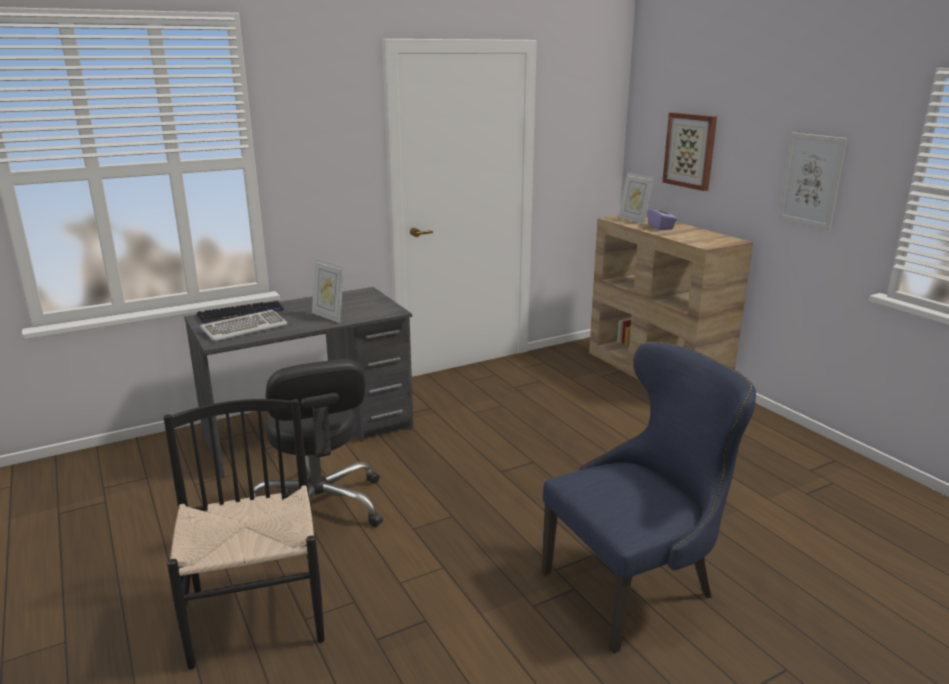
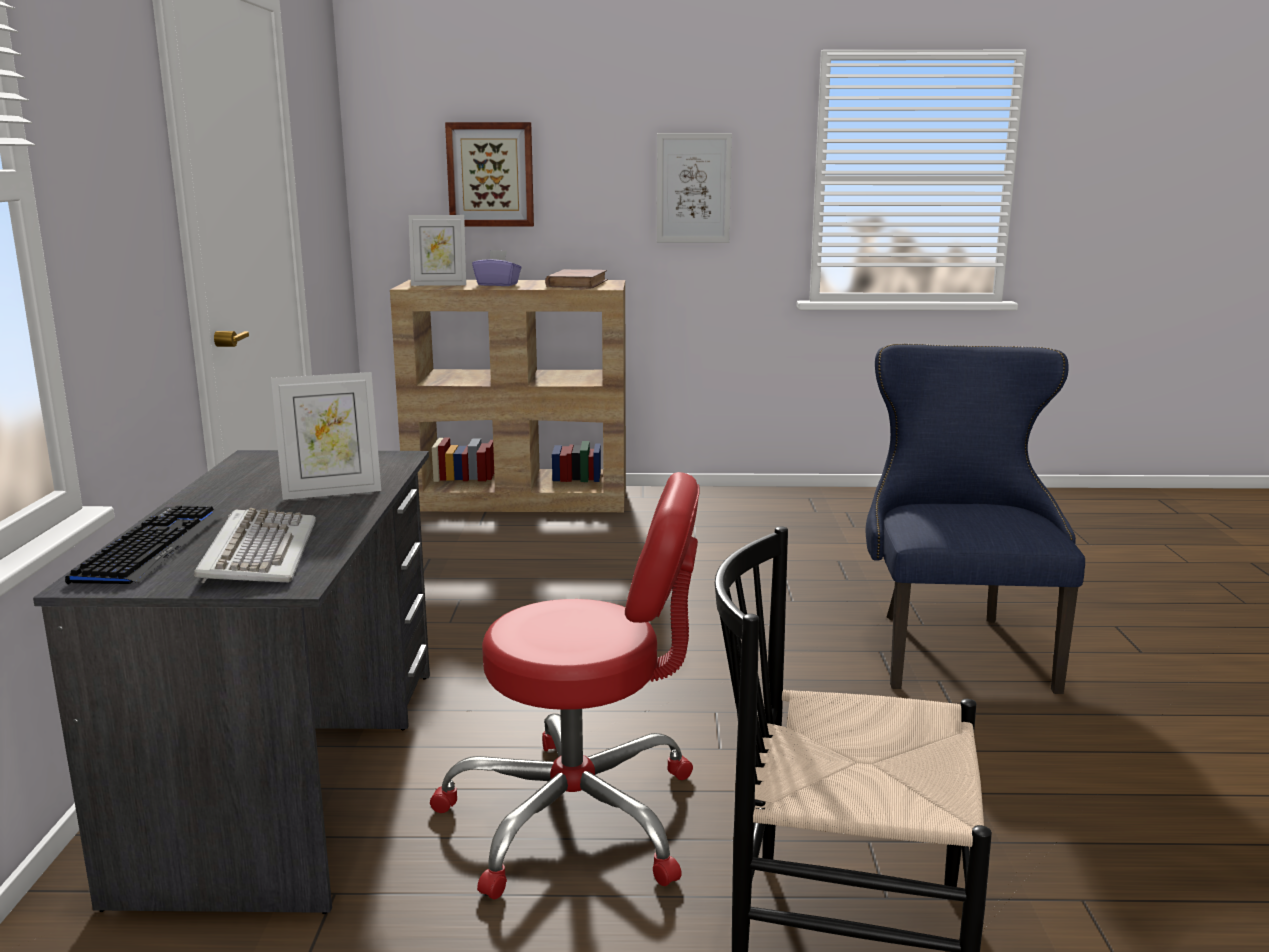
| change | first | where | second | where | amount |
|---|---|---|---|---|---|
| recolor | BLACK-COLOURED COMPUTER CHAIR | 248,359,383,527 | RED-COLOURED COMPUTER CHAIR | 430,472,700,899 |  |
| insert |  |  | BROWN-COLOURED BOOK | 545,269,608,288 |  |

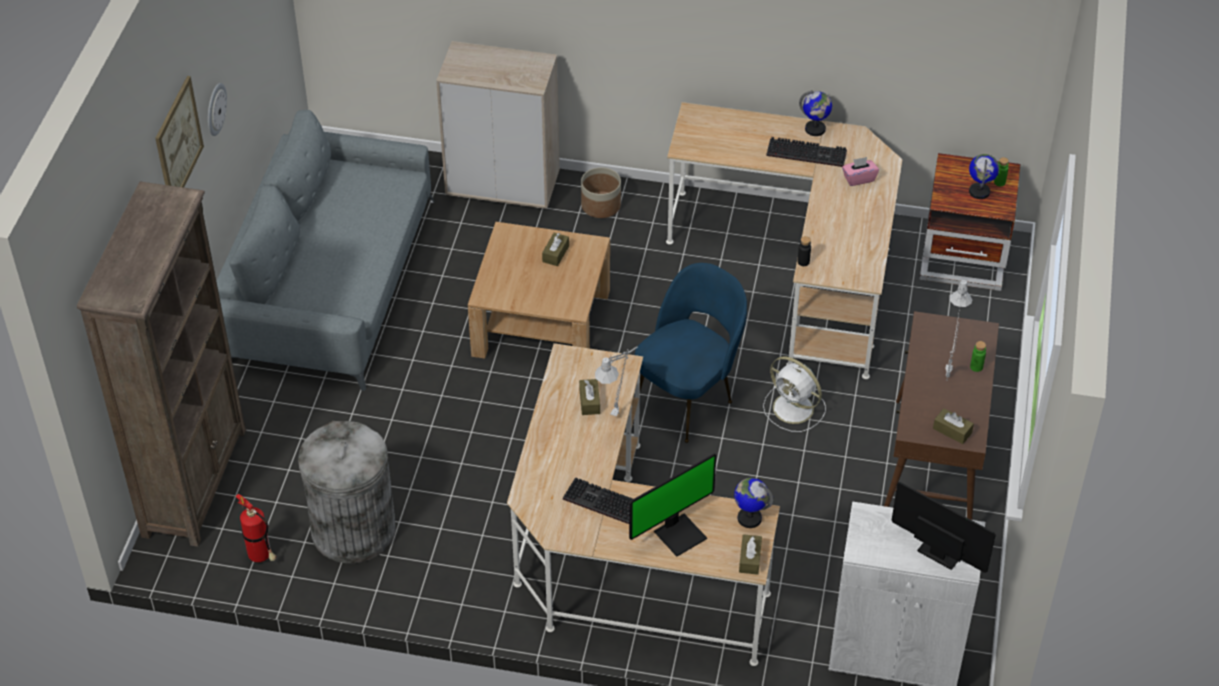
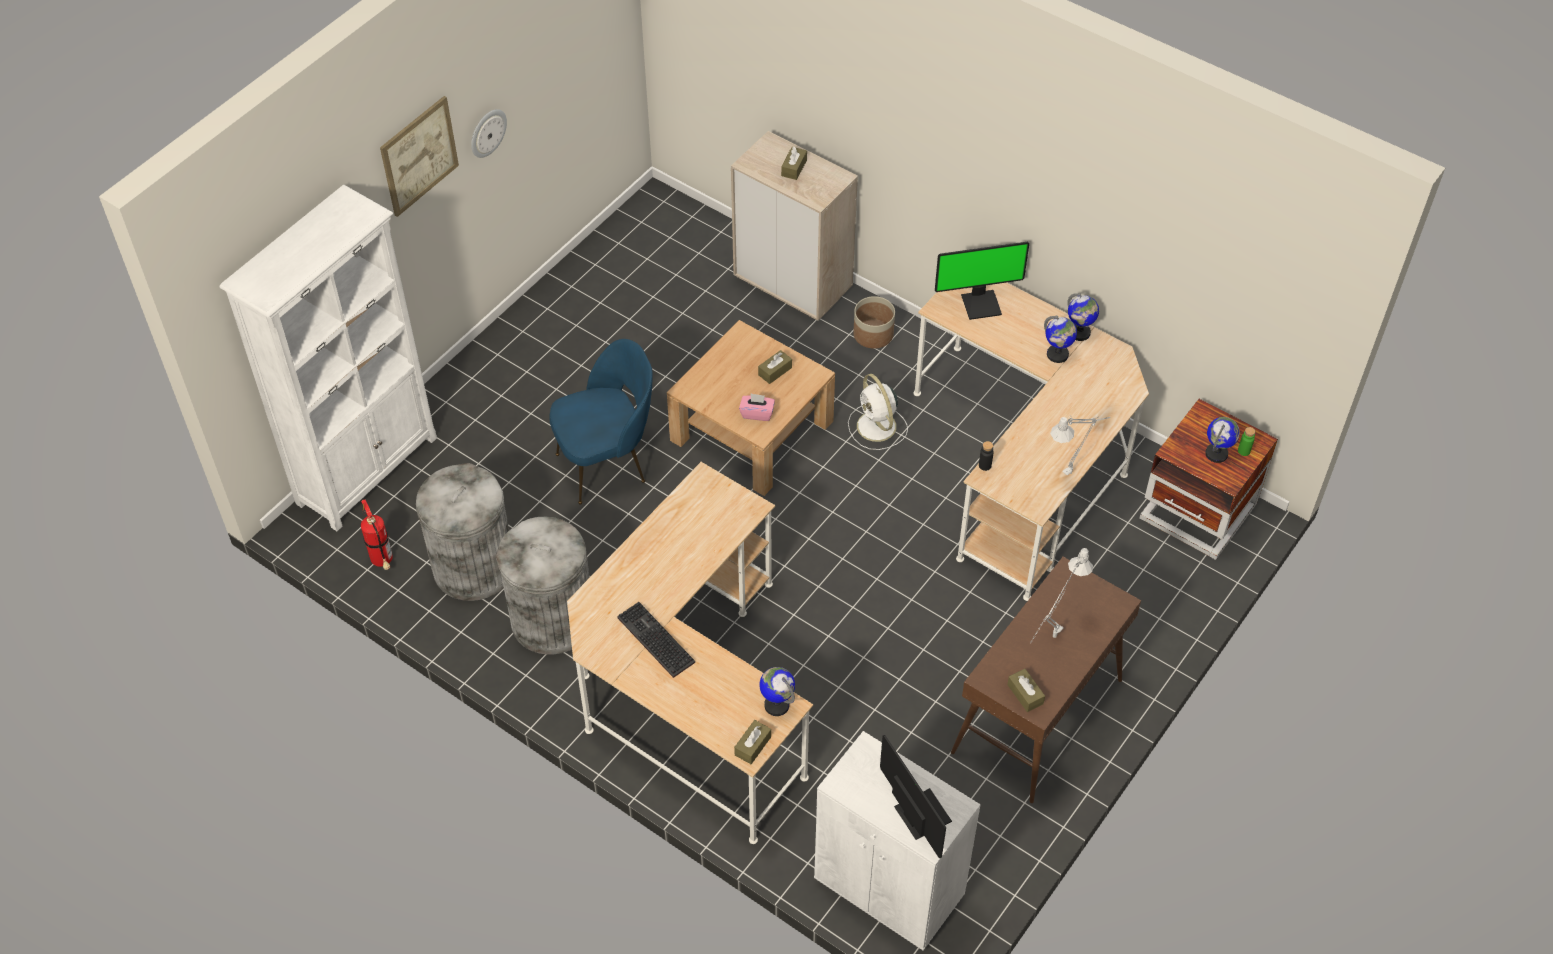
| change | first | where | second | where | amount |
|---|---|---|---|---|---|
| delete | GREY SOFA | 216,110,435,391 |  |  |  |
| replace | PC KEYBOARD | 766,137,847,167 | DESK GLOBE | 1044,316,1077,363 |  |
| move | PINKISH TISSUE BOX | 842,157,879,186 |  | 739,393,775,421 |  |
| recolor | BROWN-COLOURED BOOKCASE | 77,182,246,547 | WHITE BOOKCASE | 220,185,437,531 |  |
| move | BLUE UPRIGHT CHAIR | 635,263,747,443 |  | 549,339,653,505 |  |
| delete | GREEN-COLOURED BOTTLE | 970,341,986,372 |  |  |  |
| move | GREY TABLETOP LAMP | 595,346,637,416 |  | 1050,415,1110,476 |  |
| move | WHITE FAN | 763,357,826,432 |  | 848,374,908,450 |  |
| move | BROWN-COLOURED TISSUE BOX | 579,379,600,415 |  | 781,147,807,180 |  |
| move | MONITOR | 629,454,716,556 |  | 935,242,1029,320 |  |
| insert |  |  | GREY TRASH CAN | 496,517,590,655 |  |

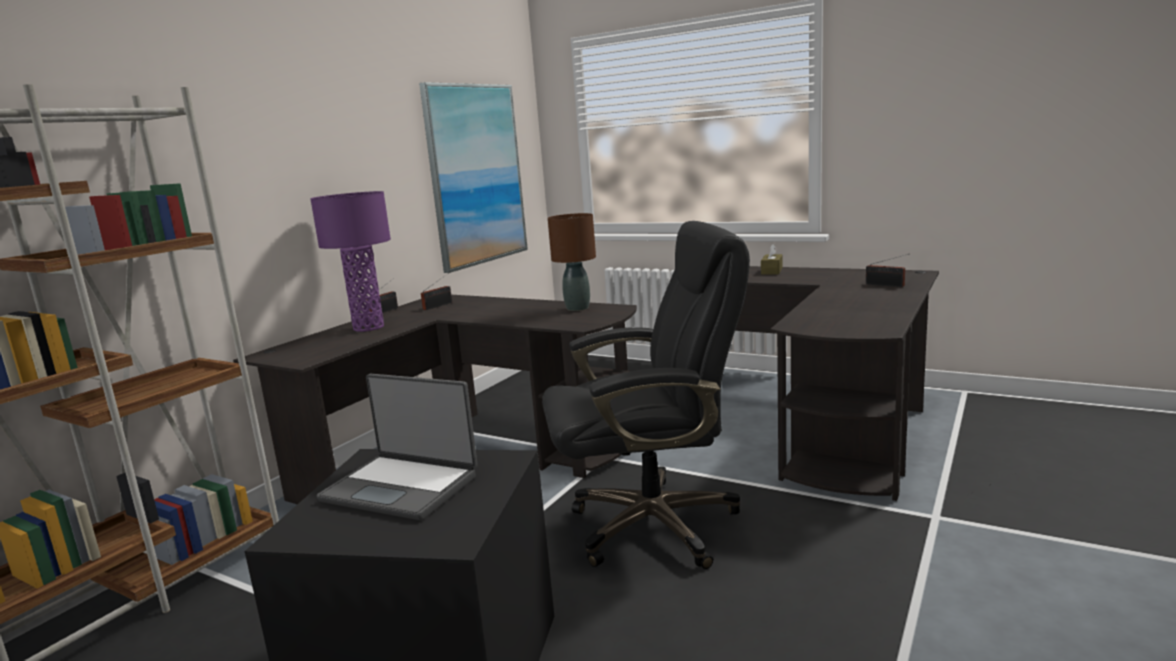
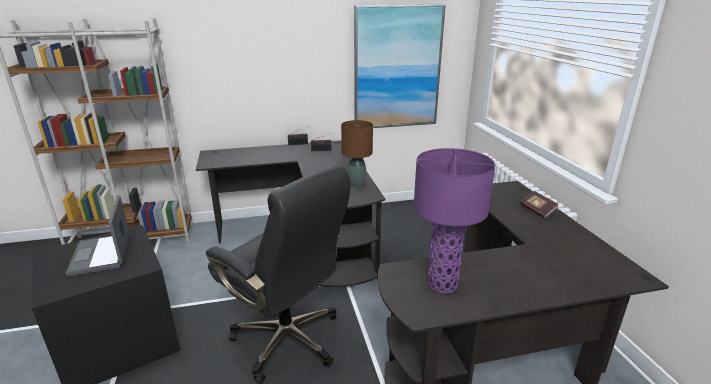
| change | first | where | second | where | amount |
|---|---|---|---|---|---|
| move | PURPLISH TABLETOP LAMP | 310,191,391,332 |  | 414,148,495,294 |  |
| replace | BROWN-COLOURED TISSUE BOX | 761,244,783,275 | BOOK | 520,191,558,218 |  |
| delete | RADIO SET | 866,254,908,287 |  |  |  |

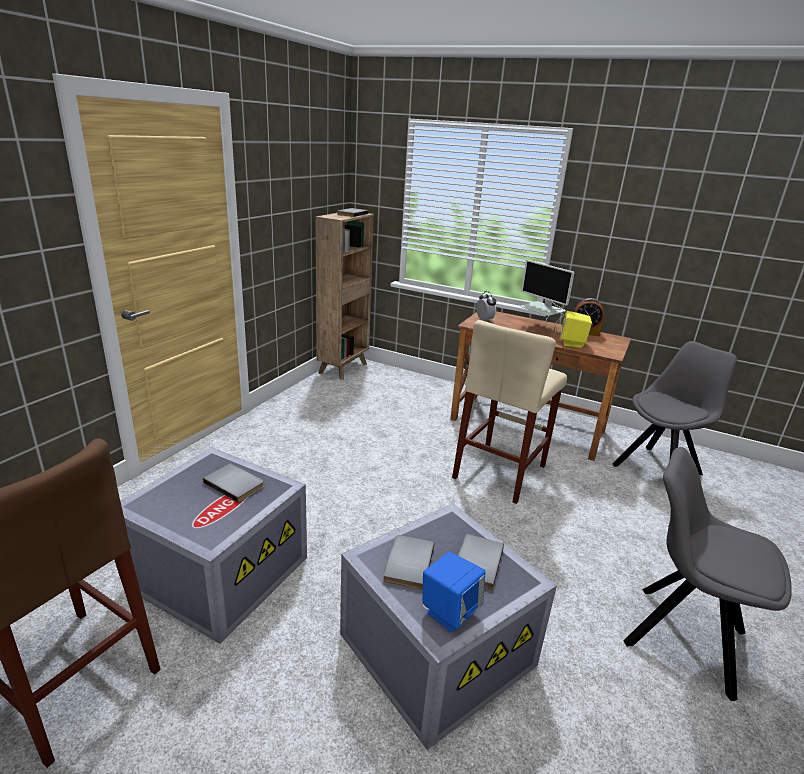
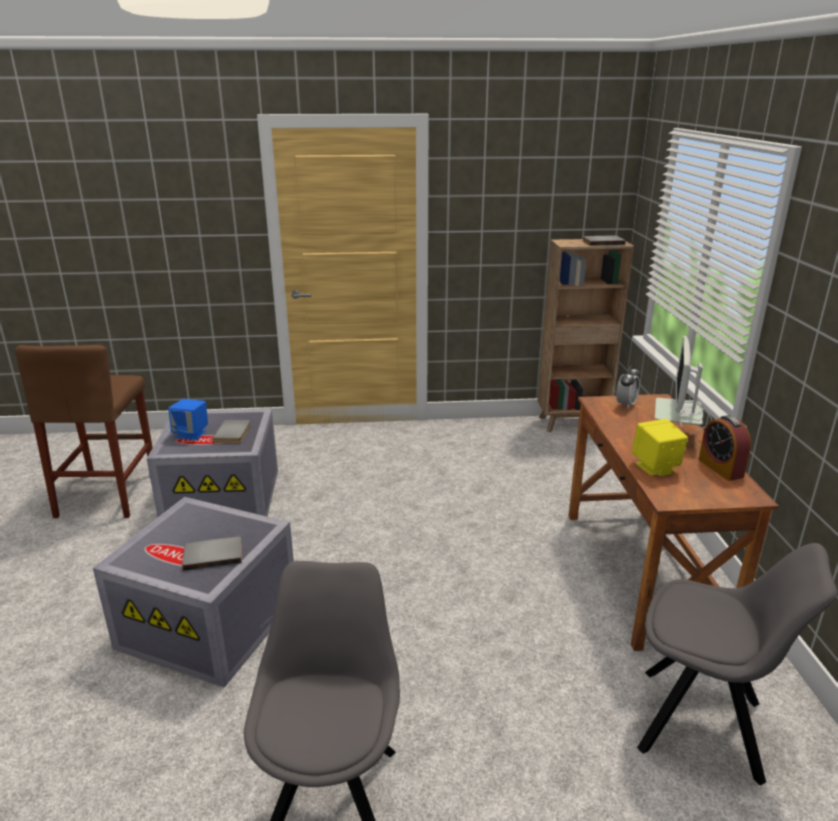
| change | first | where | second | where | amount |
|---|---|---|---|---|---|
| delete | BEIGE STOOL SEAT | 452,320,567,504 |  |  |  |
| delete | GREY BOOK | 383,535,434,590 |  |  |  |
| move | BLUE LOUDSPEAKER | 422,552,485,632 |  | 168,399,208,440 |  |

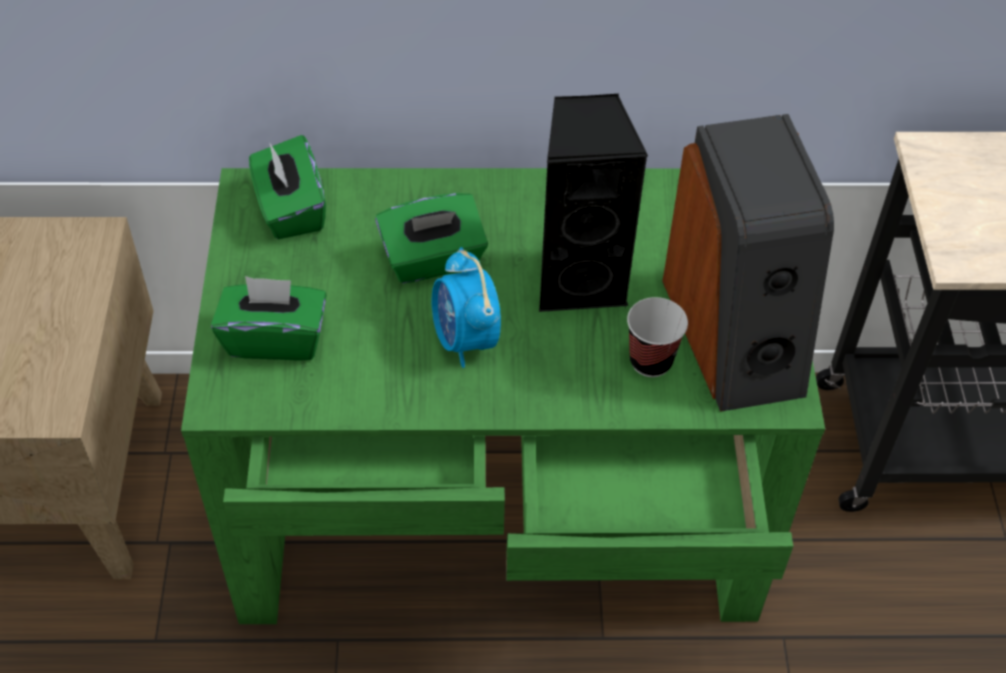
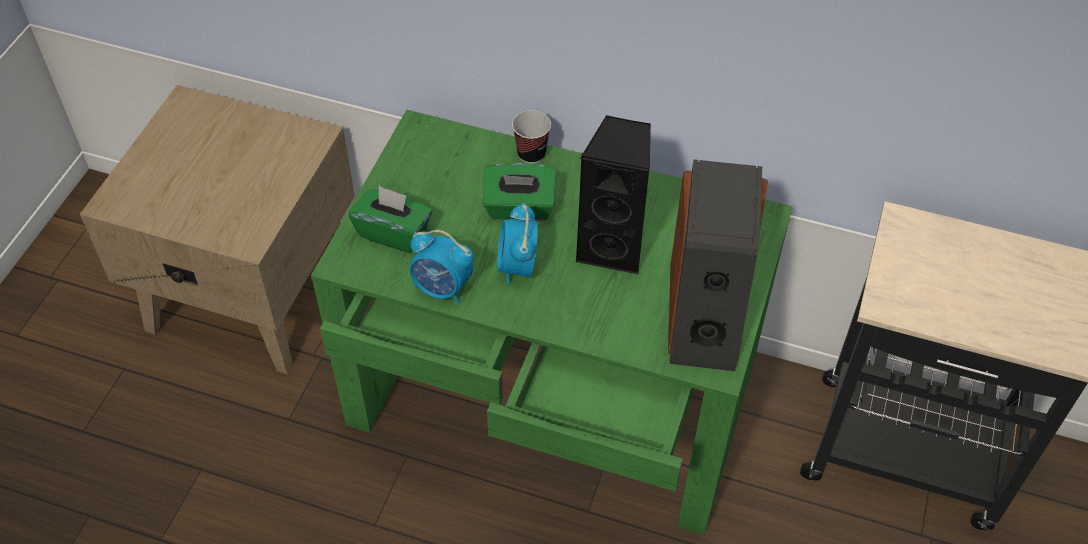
| change | first | where | second | where | amount |
|---|---|---|---|---|---|
| delete | GREEN-COLOURED TISSUE BOX | 249,135,326,239 |  |  |  |
| move | CUP | 627,297,688,377 |  | 512,110,551,164 |  |
| insert |  |  | ALARM CLOCK | 410,230,474,303 |  |

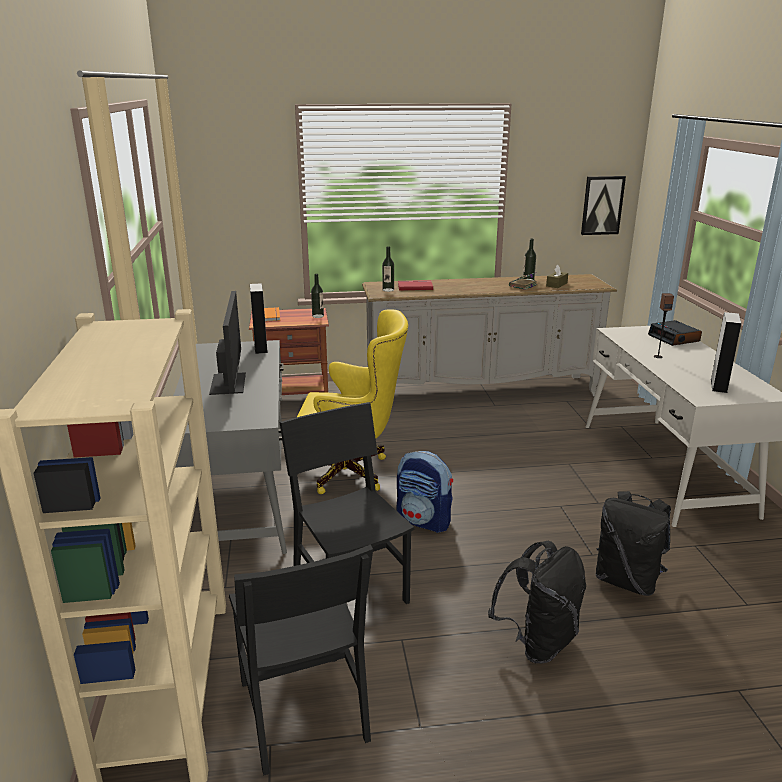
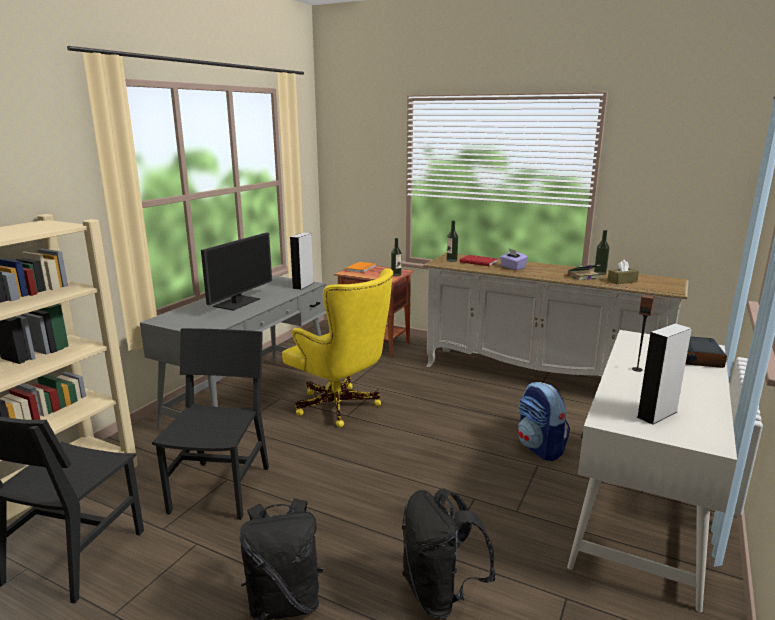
| change | first | where | second | where | amount |
|---|---|---|---|---|---|
| delete | PICTURE | 581,176,626,235 |  |  |  |
| move | RUCKSACK | 397,451,453,533 |  | 517,382,570,461 |  |
| insert |  |  | PURPLISH TISSUE BOX | 500,249,528,270 |  |

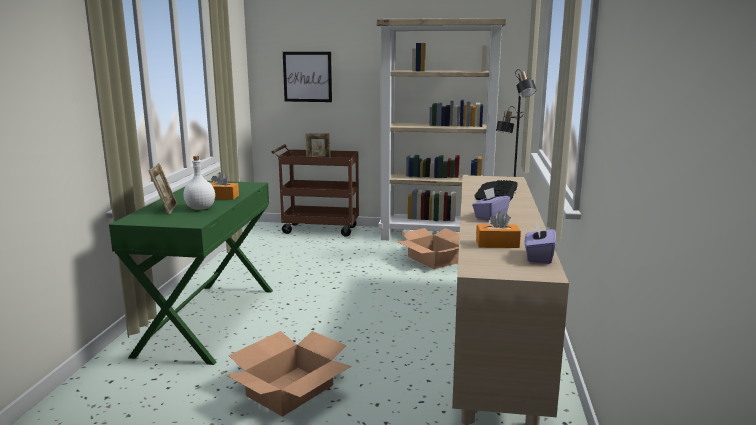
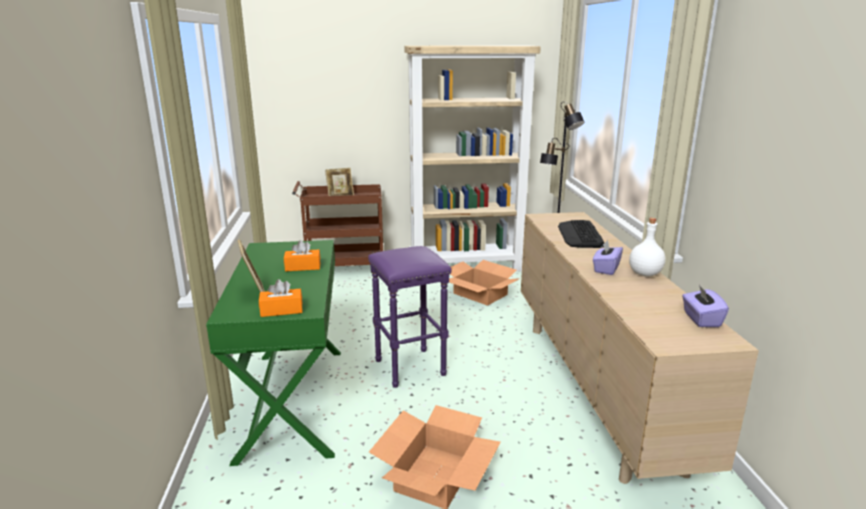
| change | first | where | second | where | amount |
|---|---|---|---|---|---|
| delete | PICTURE | 283,52,332,102 |  |  |  |
| move | WHITE BOTTLE | 183,156,215,210 |  | 629,218,665,277 |  |
| move | ORANGEY TISSUE BOX | 476,211,521,248 |  | 259,279,302,317 |  |
| insert |  |  | PURPLISH STOOL SEAT | 368,246,451,388 |  |

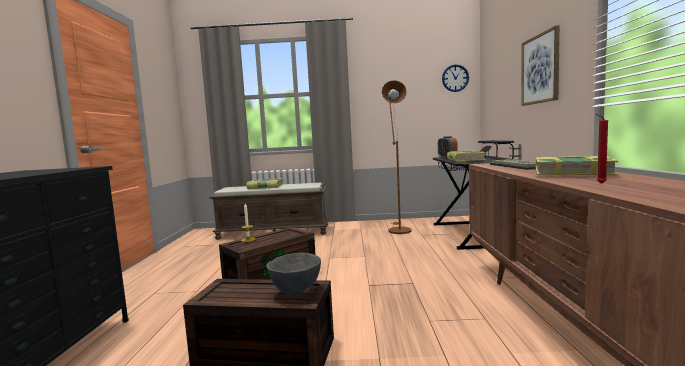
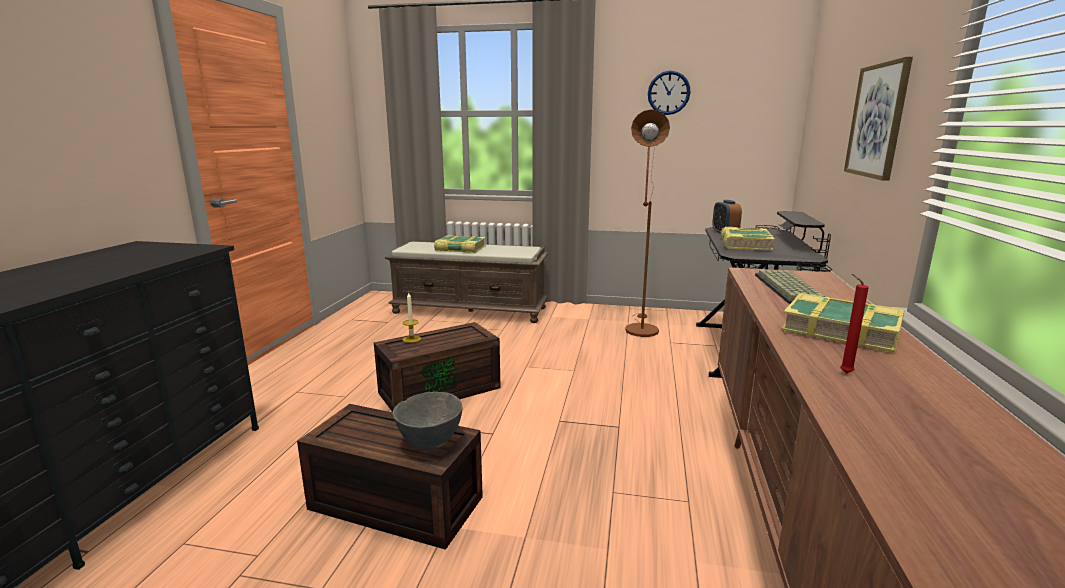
| change | first | where | second | where | amount |
|---|---|---|---|---|---|
| move | HANGING CLOCK | 442,64,469,92 |  | 648,71,691,115 |  |

